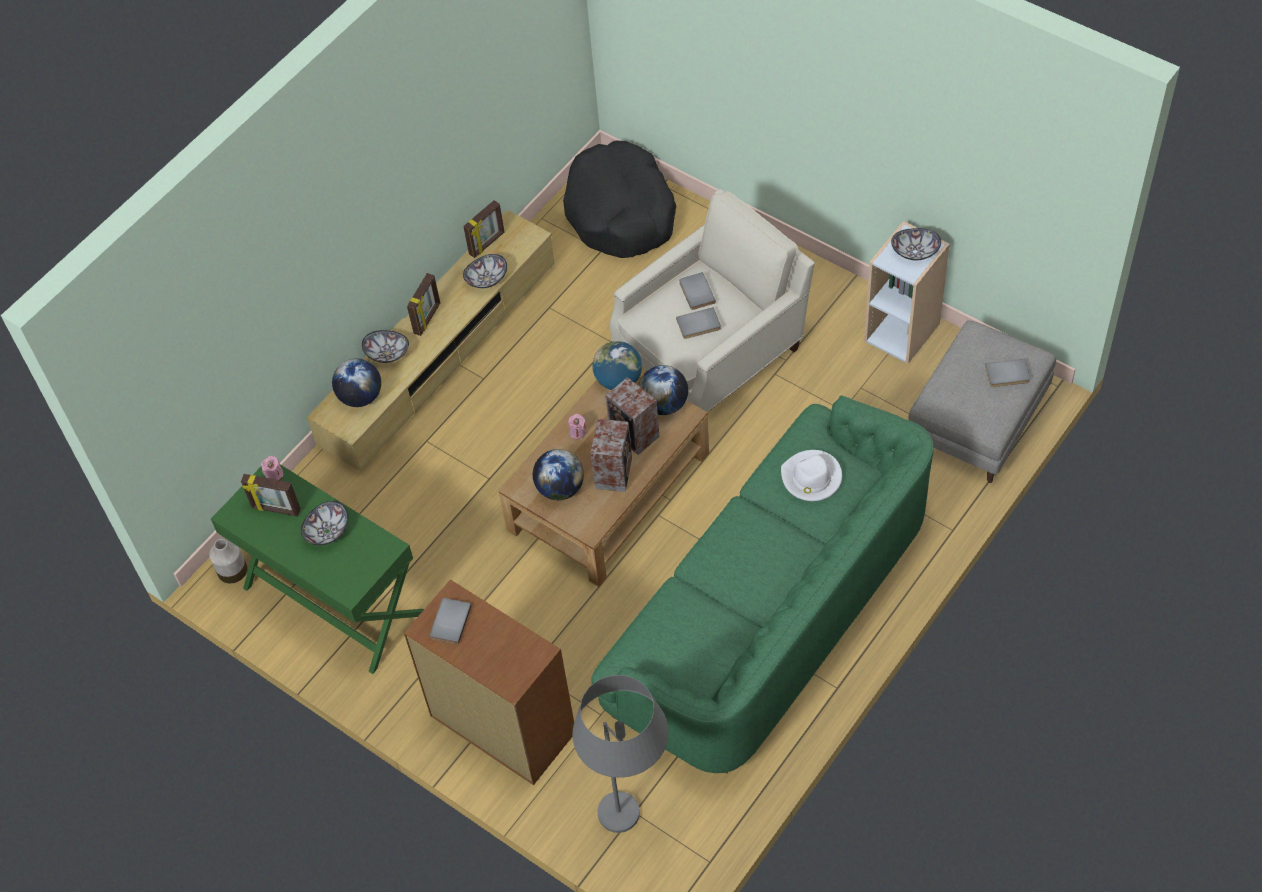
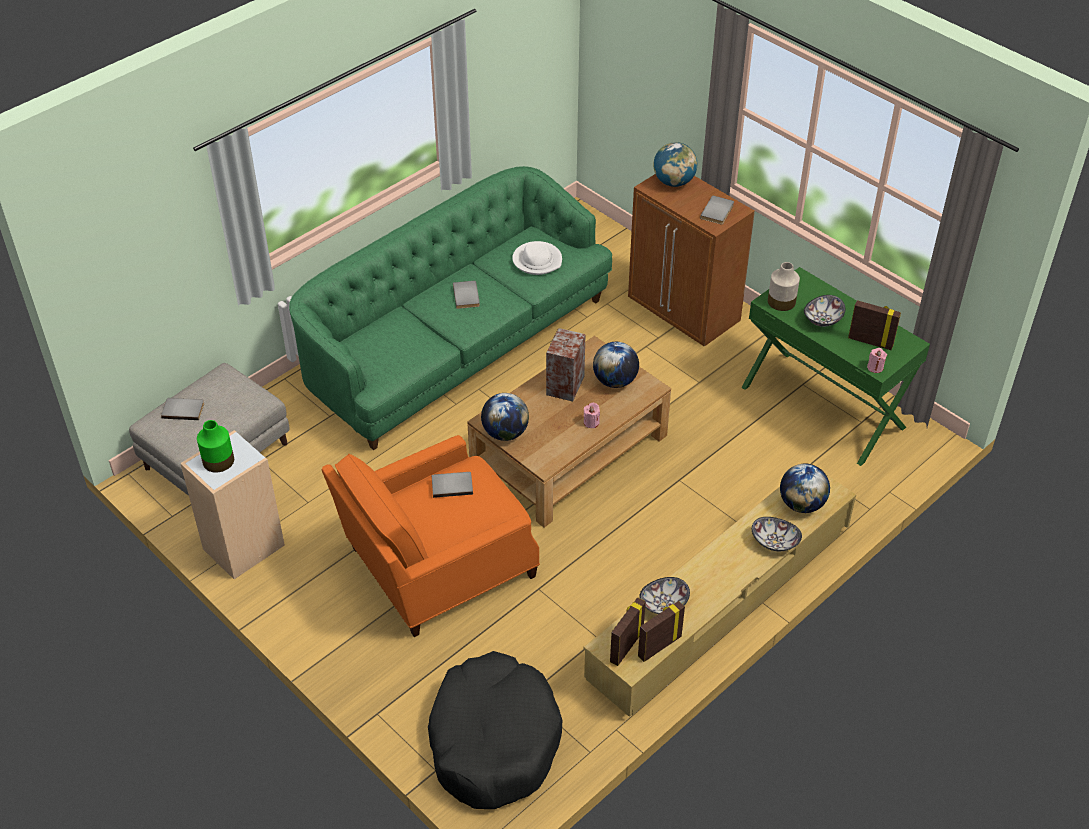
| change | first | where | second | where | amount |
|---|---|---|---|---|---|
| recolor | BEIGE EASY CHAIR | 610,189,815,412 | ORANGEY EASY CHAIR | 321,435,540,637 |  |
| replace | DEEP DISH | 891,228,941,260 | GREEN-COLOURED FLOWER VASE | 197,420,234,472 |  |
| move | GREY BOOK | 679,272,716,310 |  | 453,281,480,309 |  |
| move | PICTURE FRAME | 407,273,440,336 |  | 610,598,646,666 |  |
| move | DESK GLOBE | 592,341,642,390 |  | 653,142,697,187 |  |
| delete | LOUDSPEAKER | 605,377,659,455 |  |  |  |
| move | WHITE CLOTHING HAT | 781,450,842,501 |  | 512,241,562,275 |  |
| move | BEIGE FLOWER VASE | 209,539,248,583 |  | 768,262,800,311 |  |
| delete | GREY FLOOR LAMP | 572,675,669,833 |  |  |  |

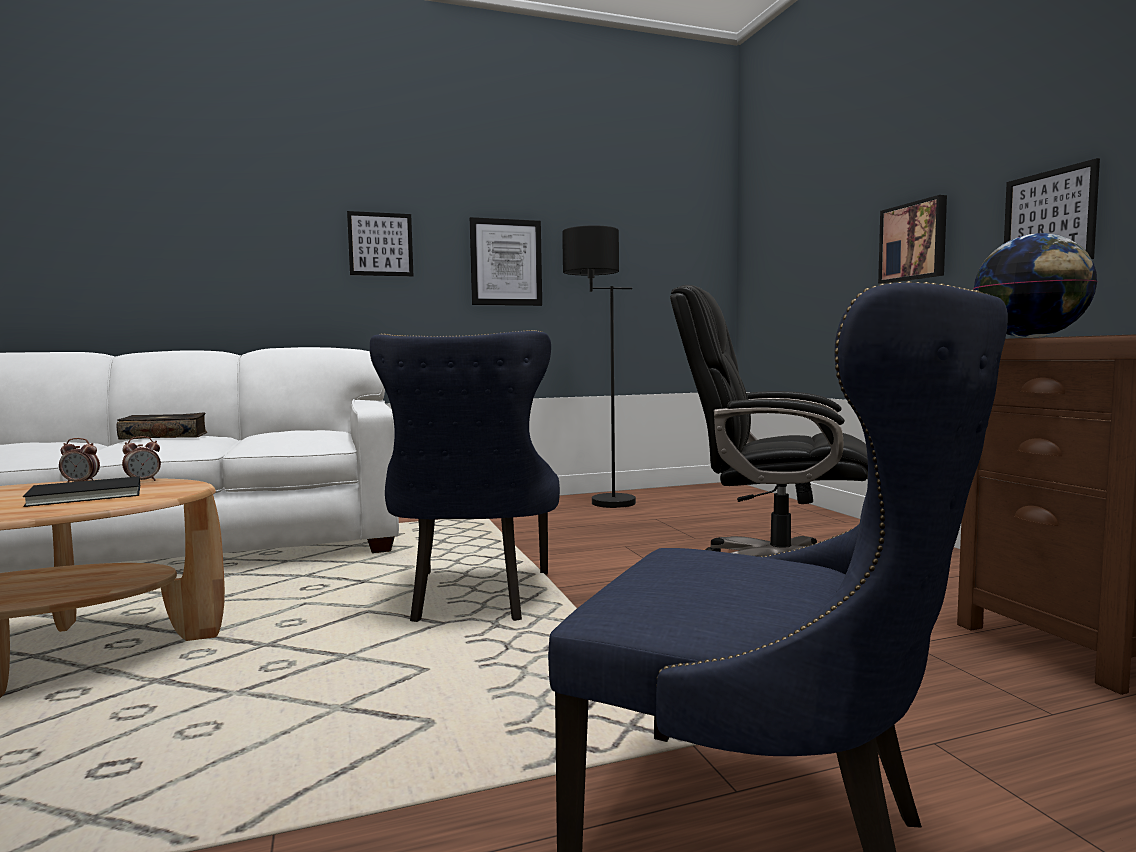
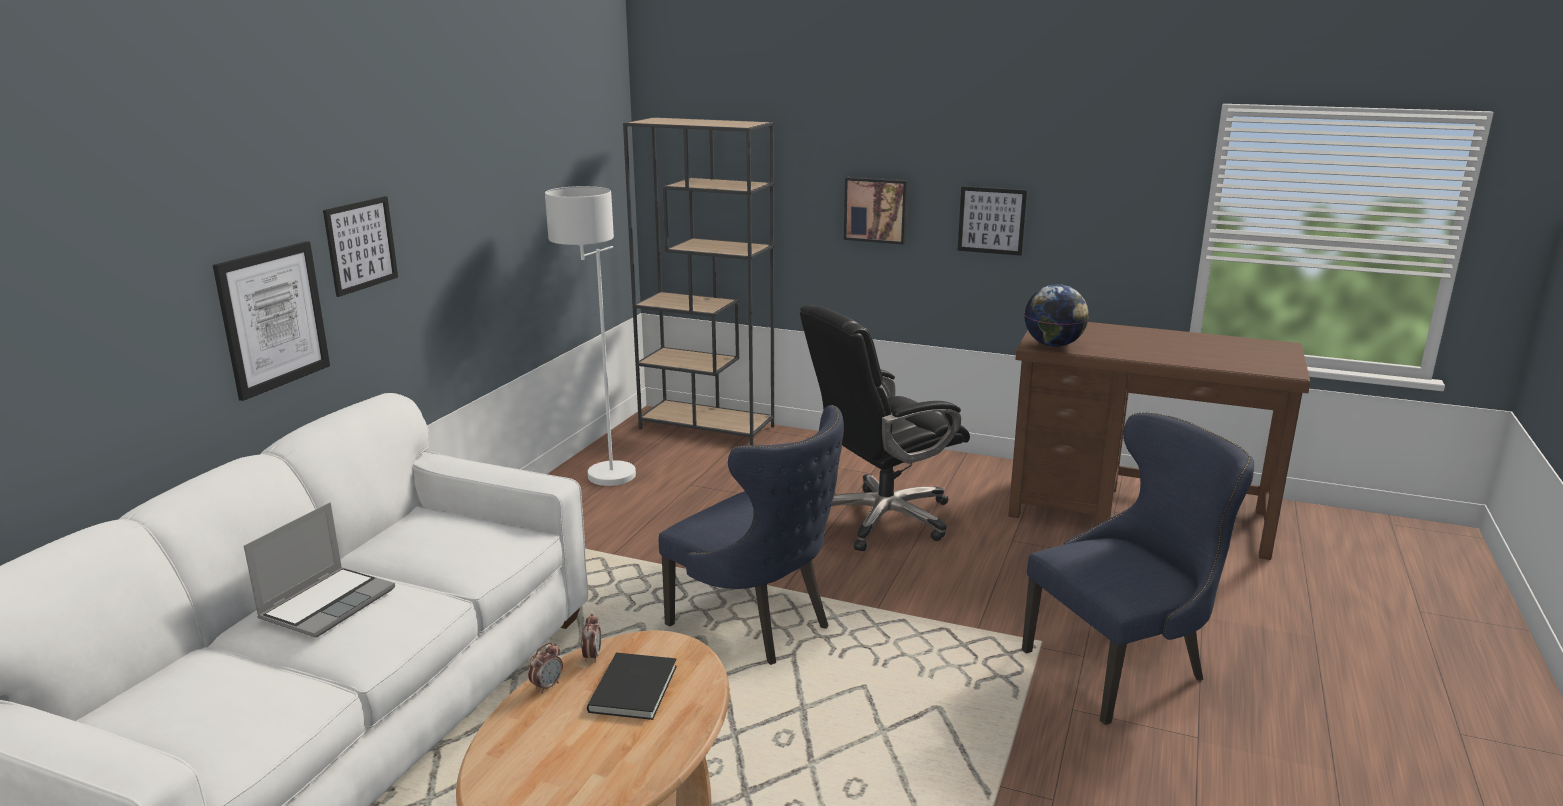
| change | first | where | second | where | amount |
|---|---|---|---|---|---|
| move | PICTURE | 470,217,542,306 |  | 213,241,330,401 |  |
| recolor | BLACK-COLOURED FLOOR LAMP | 562,225,636,508 | WHITE FLOOR LAMP | 545,186,636,486 |  |
| replace | BOOK | 117,412,207,440 | LAPTOP | 244,503,395,638 |  |
| insert |  |  | BOOKCASE | 623,117,774,445 |  |

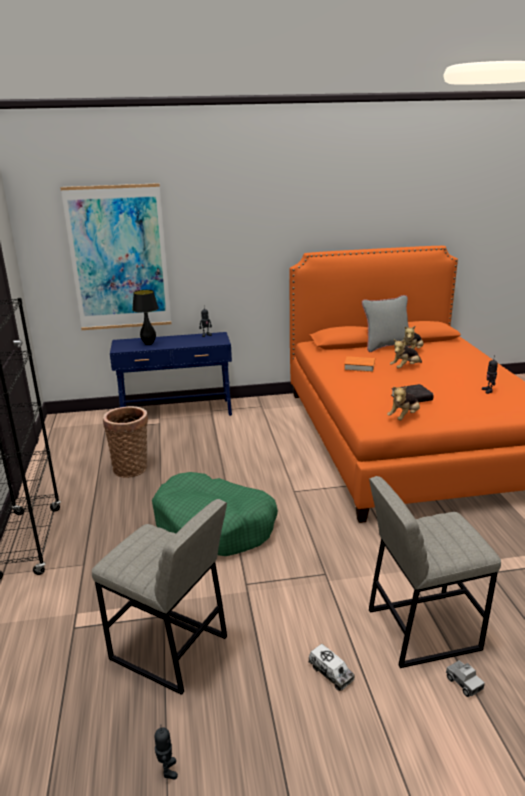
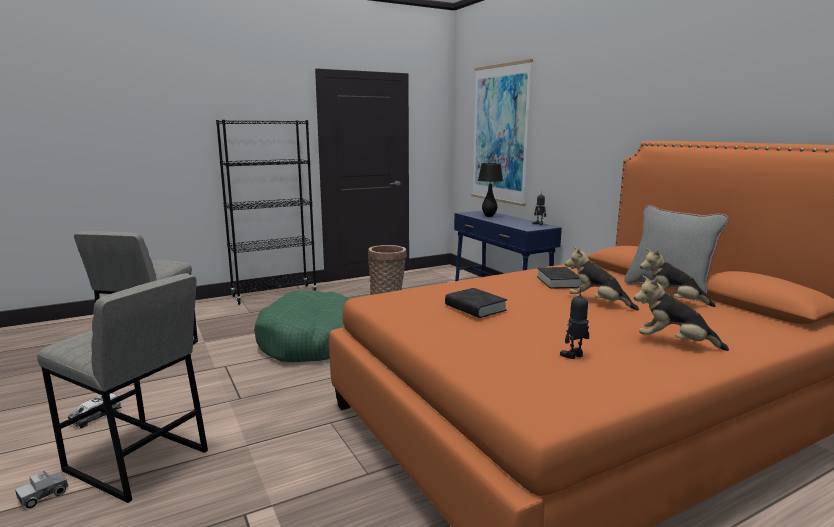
| change | first | where | second | where | amount |
|---|---|---|---|---|---|
| recolor | ORANGEY BOOK | 344,356,375,372 | BLACK-COLOURED BOOK | 537,267,582,289 |  |
| move | SOFT TOY | 387,386,420,421 |  | 634,275,729,351 |  |
| rotate | GREY UPRIGHT CHAIR | 369,476,501,668 |  | 37,273,208,503 | 150 degrees clockwise |
| delete | TOY ROBOT | 155,725,178,779 |  |  |  |

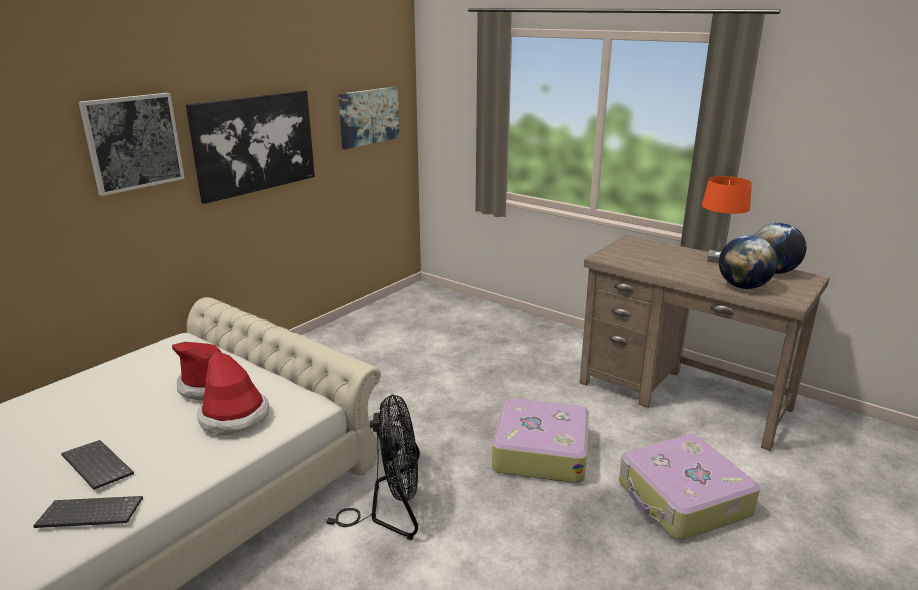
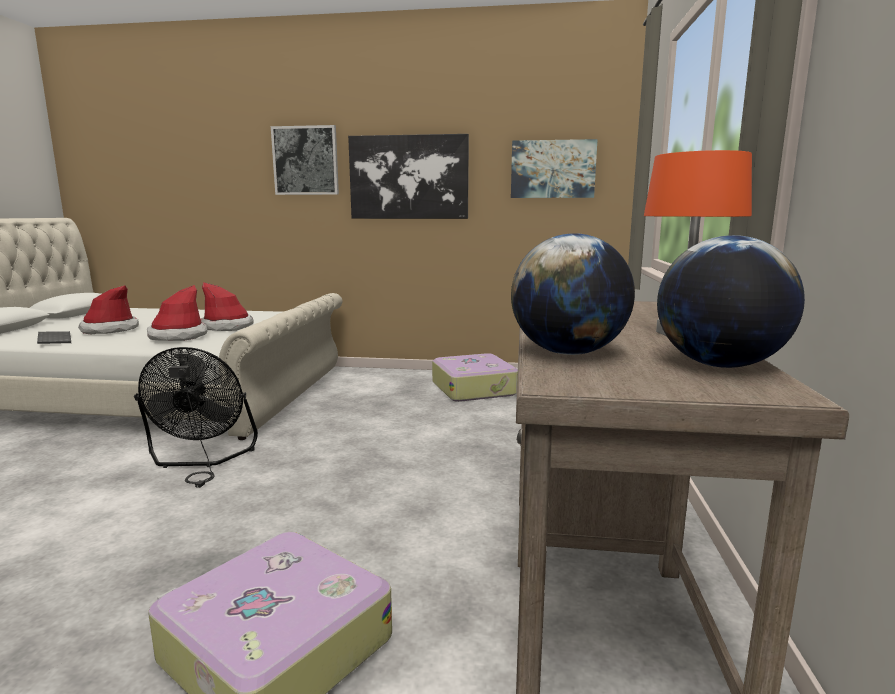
| change | first | where | second | where | amount |
|---|---|---|---|---|---|
| rotate | BLACK-COLOURED FAN | 325,394,420,540 |  | 134,347,258,488 | 150 degrees counterclockwise |
| move | SUITCASE | 492,398,589,483 |  | 432,353,518,402 |  |
| replace | PC KEYBOARD | 61,440,134,490 | CLOTHING HAT | 78,285,139,335 |  |

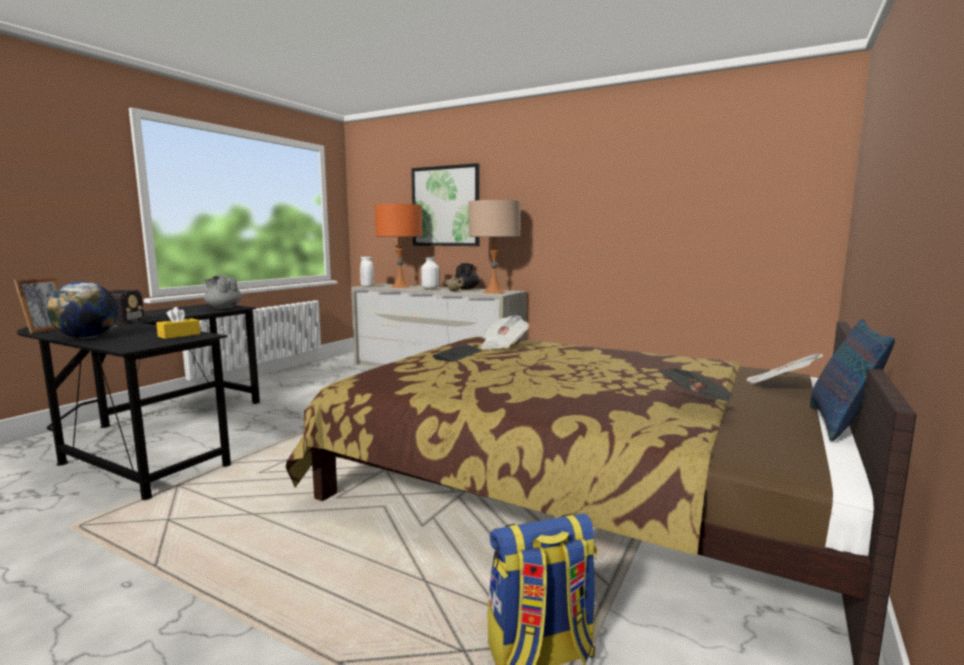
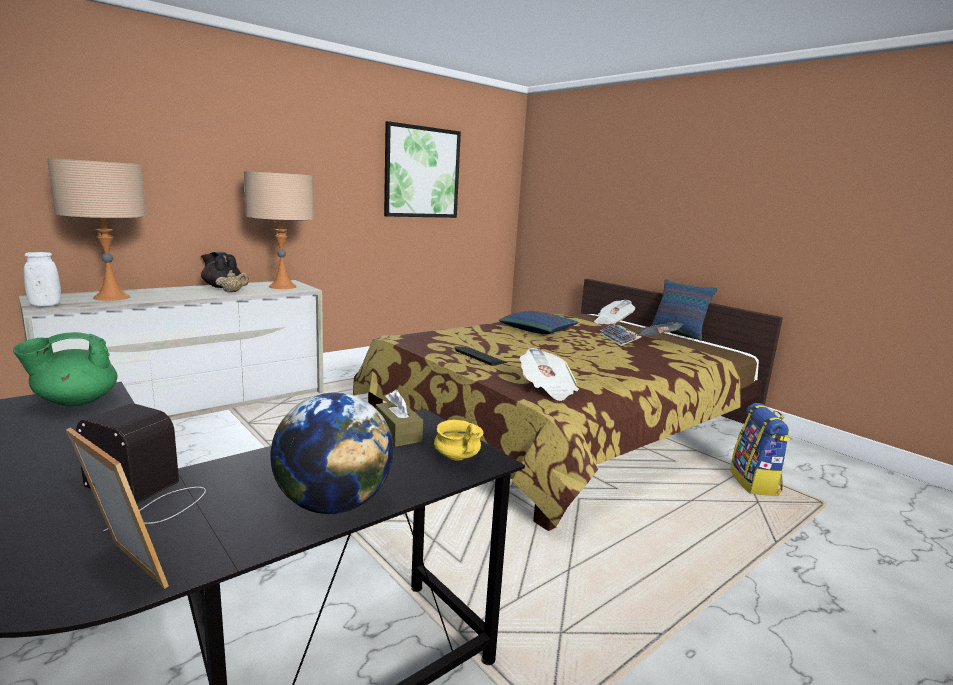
| change | first | where | second | where | amount |
|---|---|---|---|---|---|
| move | PICTURE | 411,163,480,246 |  | 384,121,461,218 |  |
| recolor | ORANGEY TABLETOP LAMP | 375,204,422,288 | BEIGE TABLETOP LAMP | 47,158,147,301 |  |
| delete | WHITE FLOWER VASE | 421,258,439,290 |  |  |  |
| recolor | GREY POT FOR TEA | 204,275,242,309 | GREEN-COLOURED POT FOR TEA | 13,332,117,406 |  |
| recolor | YELLOW-COLOURED TISSUE BOX | 156,307,200,339 | BROWN-COLOURED TISSUE BOX | 376,390,423,447 |  |
| move | PRINTED PAPER | 481,315,529,350 |  | 520,348,579,401 |  |
| insert |  |  | BLUE CUSHION | 499,311,578,334 |  |
| insert |  |  | PC KEYBOARD | 600,323,642,346 |  |
| insert |  |  | YELLOW-COLOURED DEEP DISH | 434,420,483,460 |  |

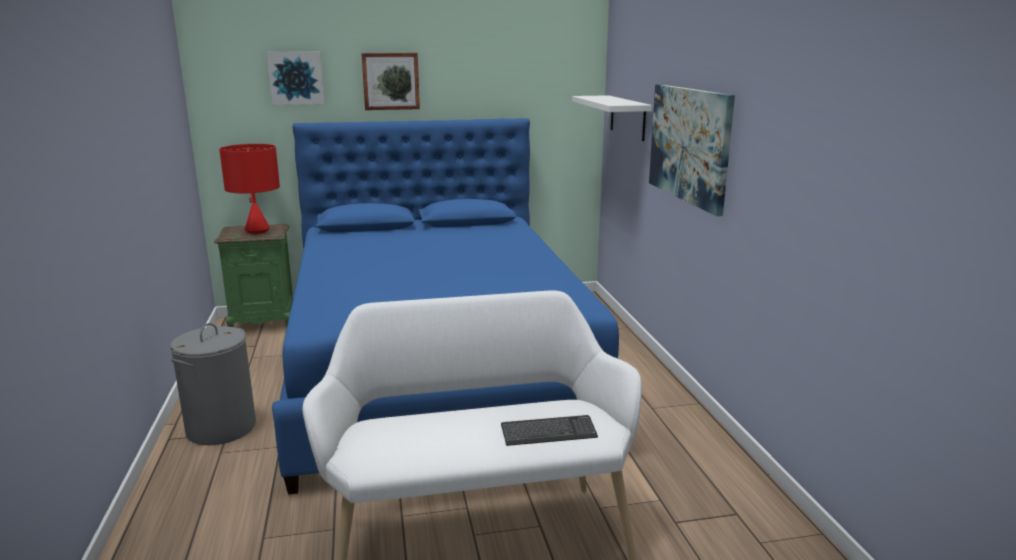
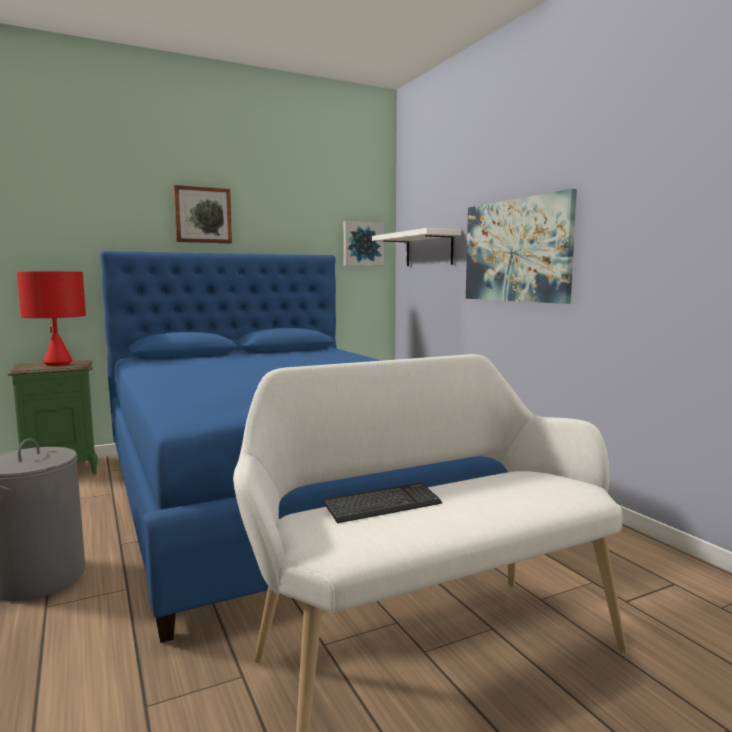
| change | first | where | second | where | amount |
|---|---|---|---|---|---|
| move | PICTURE | 267,52,325,105 |  | 343,221,384,266 |  |
| move | PC KEYBOARD | 501,415,598,446 |  | 322,483,442,523 |  |

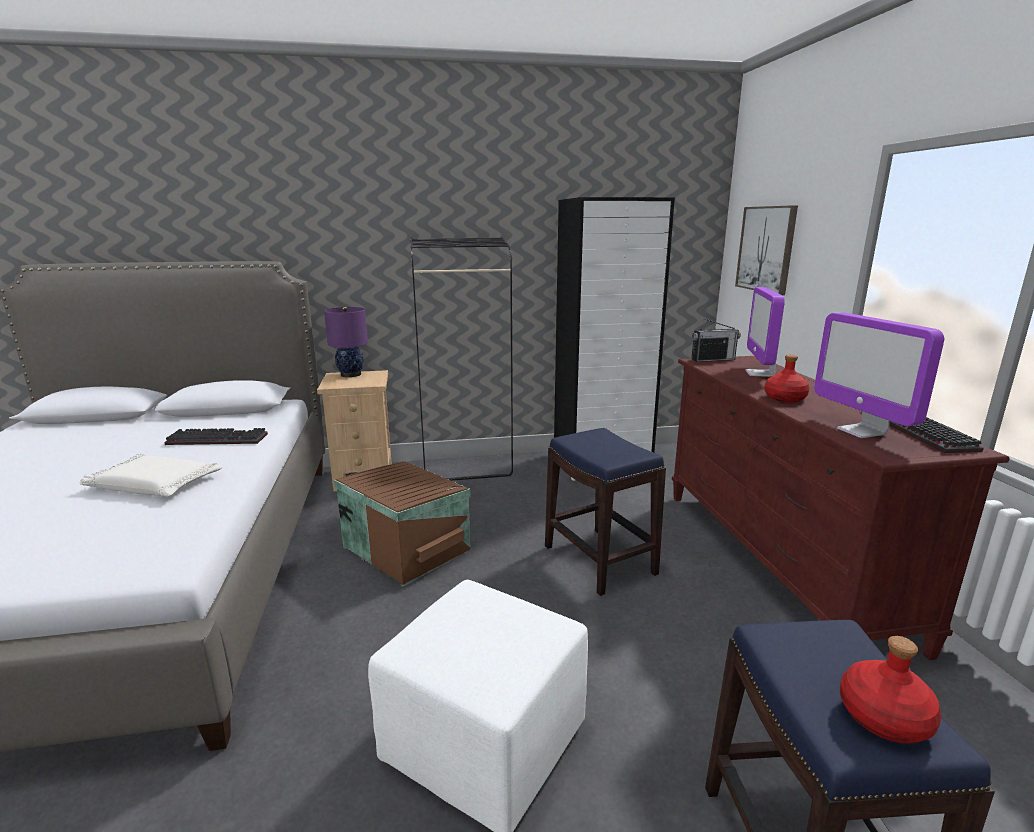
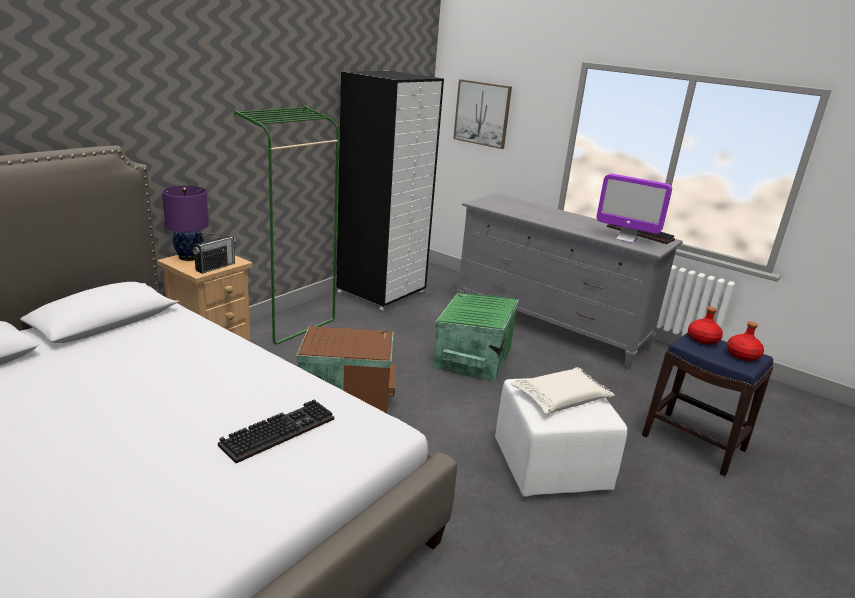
| change | first | where | second | where | amount |
|---|---|---|---|---|---|
| recolor | BLACK-COLOURED GARMENT STAND | 410,236,513,481 | GREEN-COLOURED GARMENT STAND | 234,106,339,344 |  |
| delete | MONITOR | 745,287,785,377 |  |  |  |
| move | RADIO SET | 691,318,741,362 |  | 193,232,236,274 |  |
| move | RED-COLOURED BOTTLE | 764,355,810,402 |  | 688,307,723,345 |  |
| recolor | RED-COLOURED DRESSER | 672,356,1009,660 | GREY DRESSER | 456,193,683,370 |  |
| move | PC KEYBOARD | 164,428,268,445 |  | 218,399,334,463 |  |
| replace | STOOL SEAT | 545,428,666,596 | GREEN-COLOURED STORAGE BIN | 433,293,519,382 |  |
| move | WHITE CUSHION | 80,454,222,497 |  | 511,367,615,414 |  |

